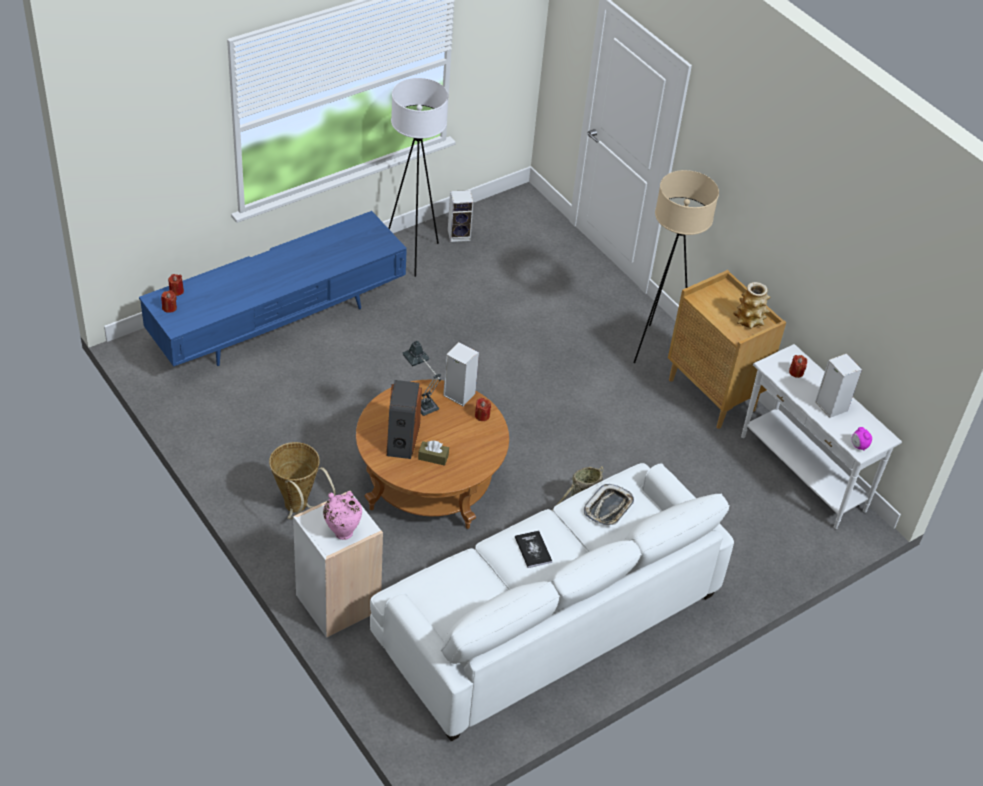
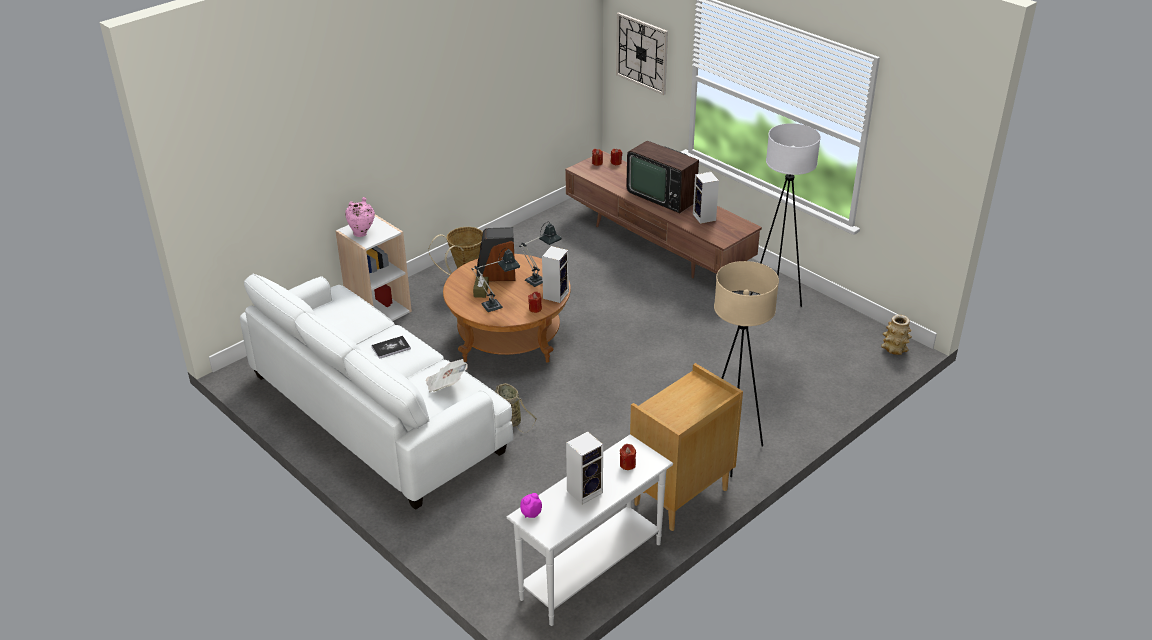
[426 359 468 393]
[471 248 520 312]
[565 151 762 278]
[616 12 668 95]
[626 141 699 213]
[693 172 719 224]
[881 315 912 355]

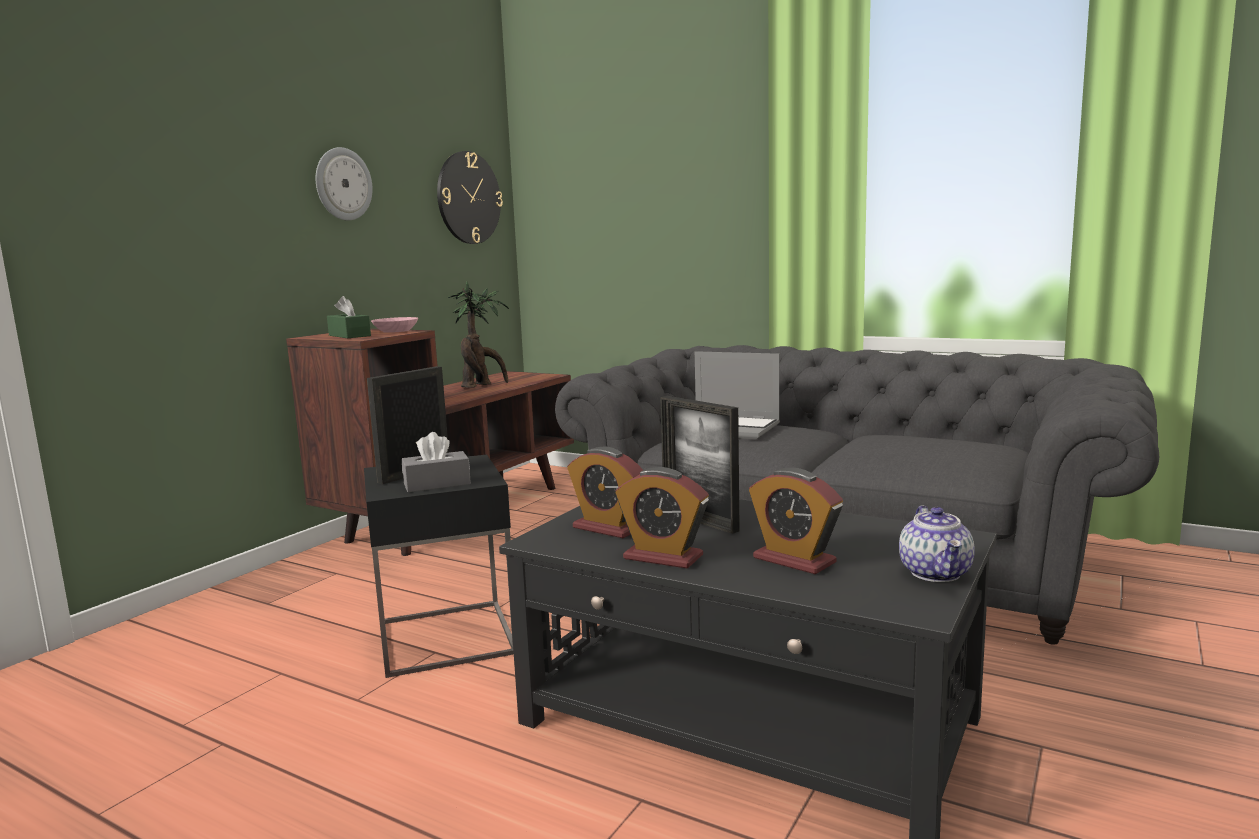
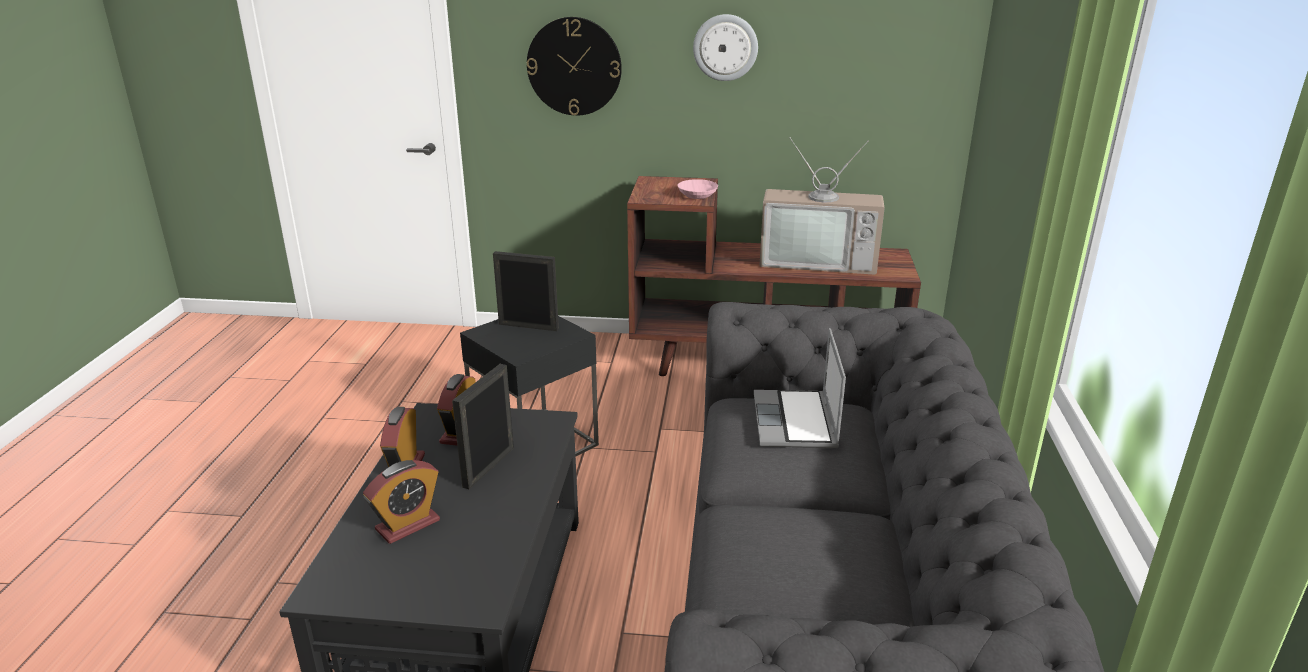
[363 460 440 544]
[527 17 622 116]
[759 137 885 274]
[327 296 371 338] (first image)
[402 432 471 492] (first image)
[899 506 975 582] (first image)

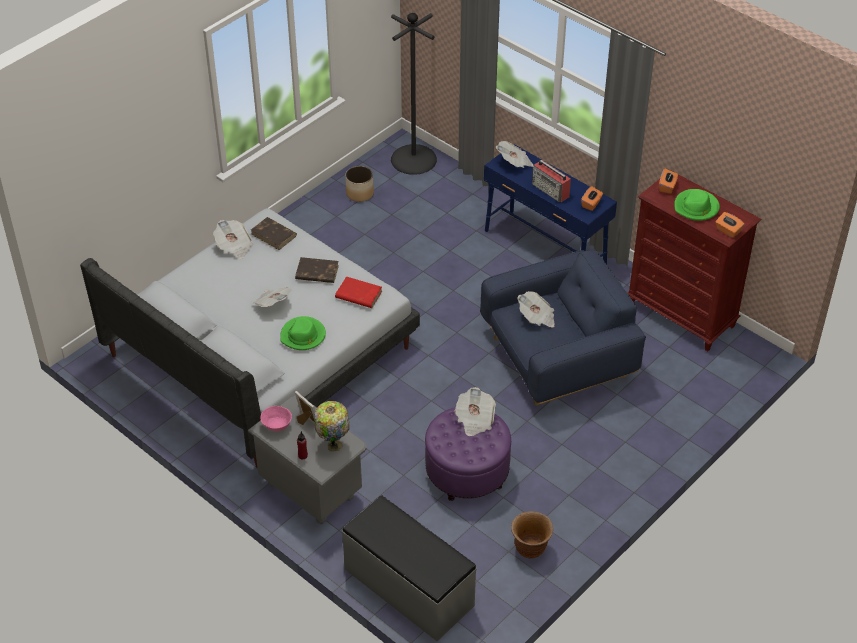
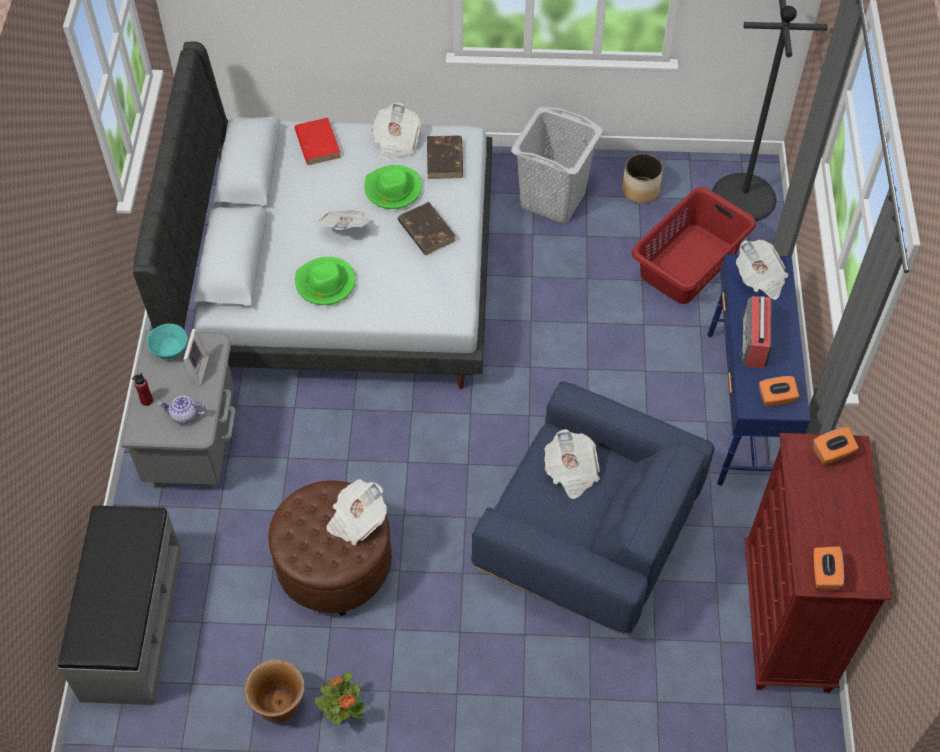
[147 323 188 359]
[158 396 207 424]
[268 480 392 616]
[294 118 341 165]
[315 672 365 724]
[365 165 422 209]
[511 107 603 223]
[631 187 756 304]

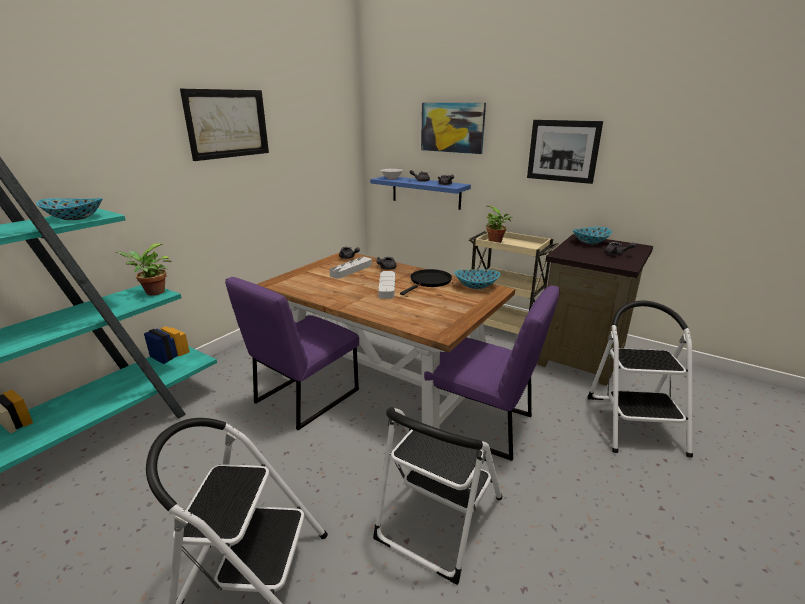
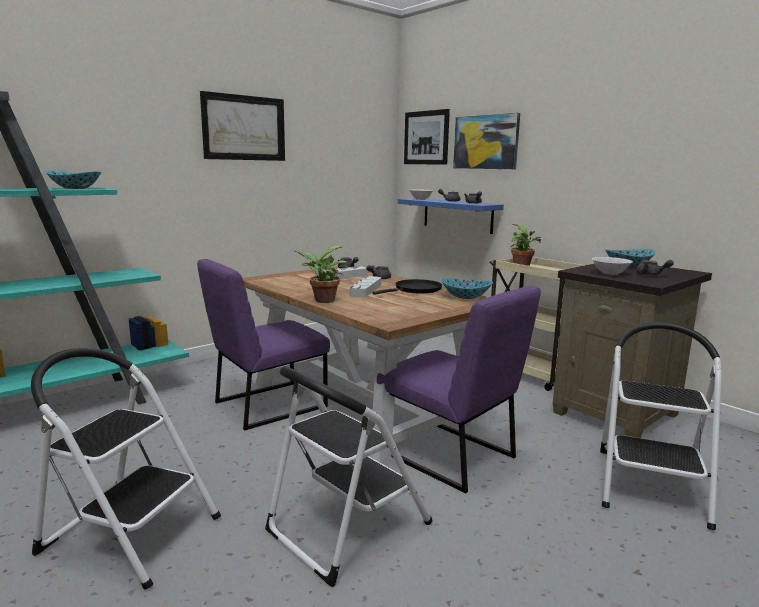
[294 246 348 303]
[404 109 450 165]
[592 257 633 275]

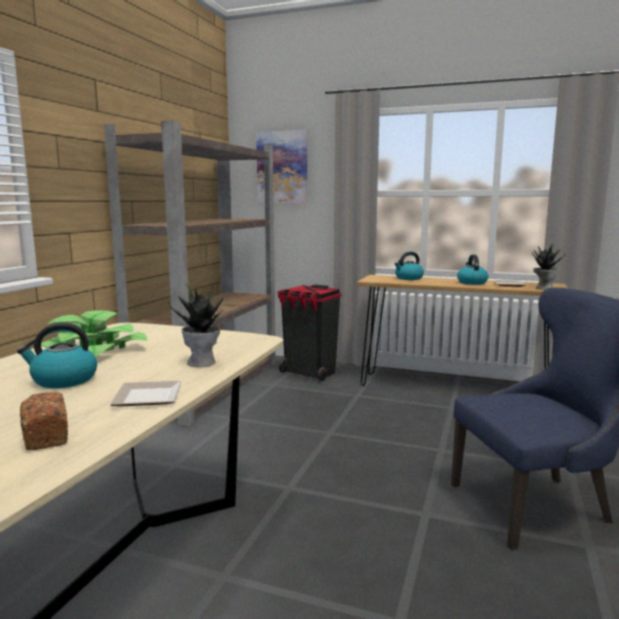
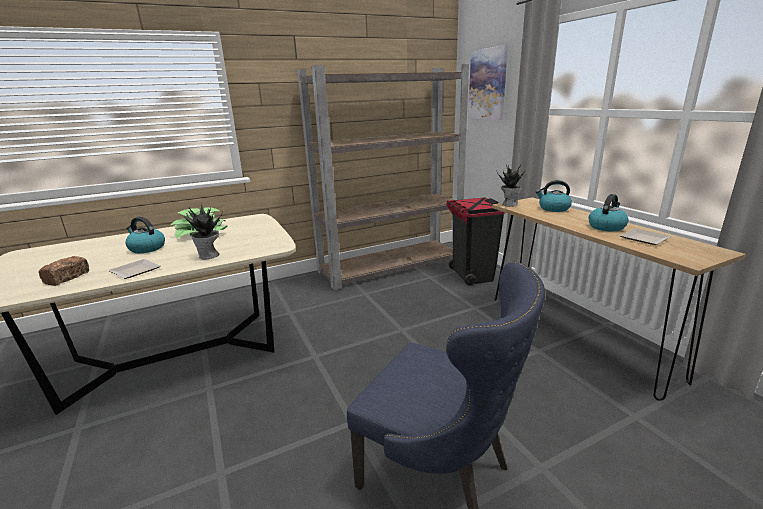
[496 164 525 207]

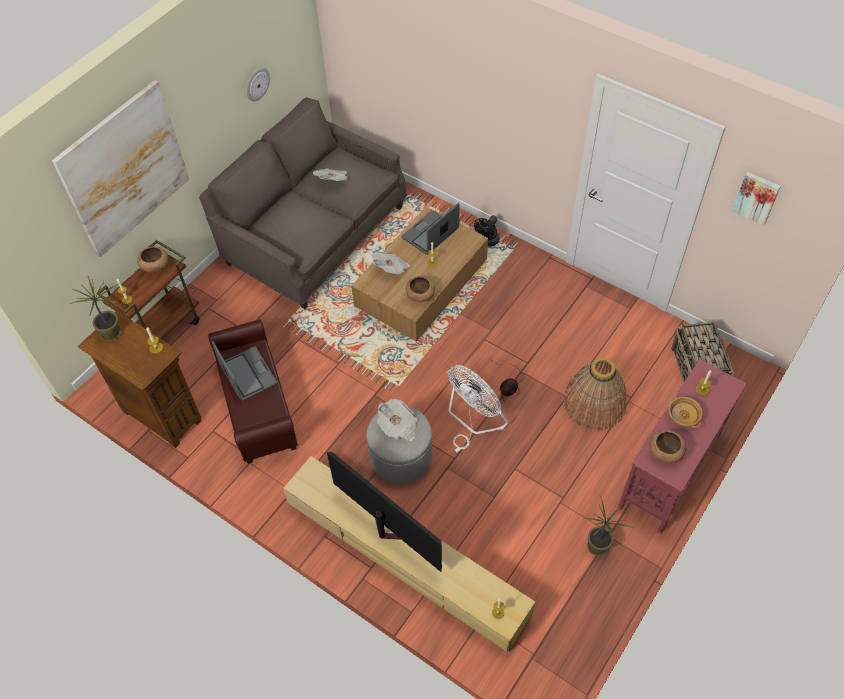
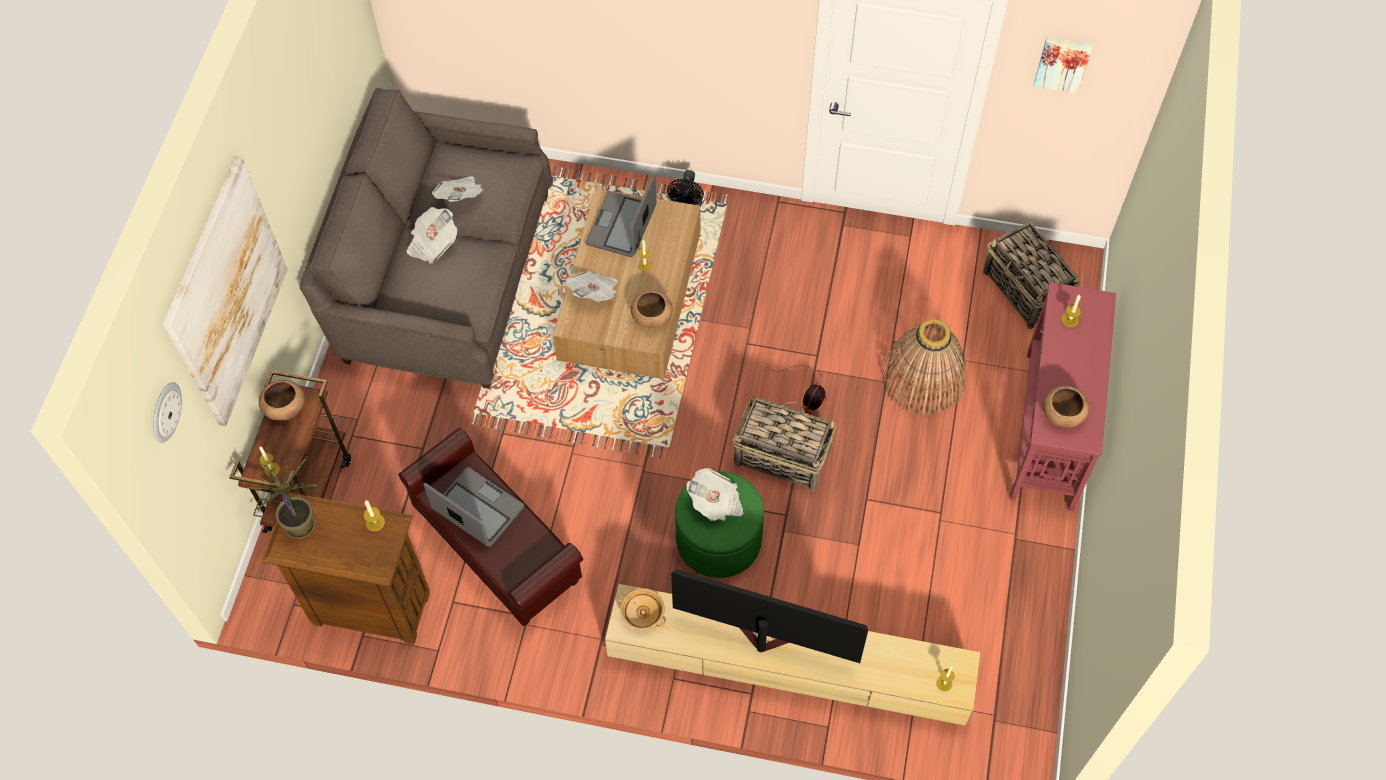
[153 382 182 443]
[407 207 457 264]
[619 588 666 630]
[675 471 764 578]
[733 394 837 492]
[584 495 634 556] (first image)

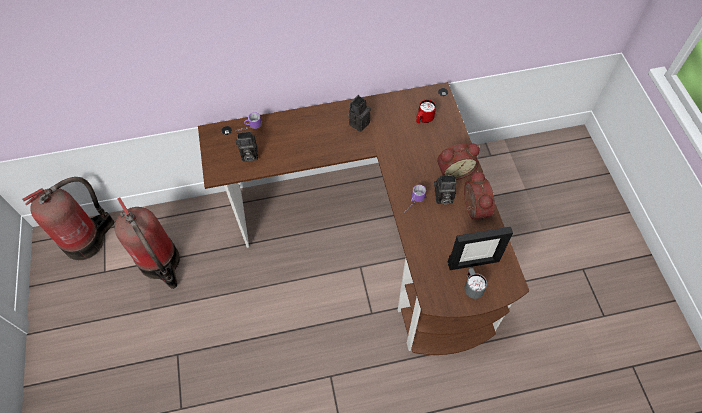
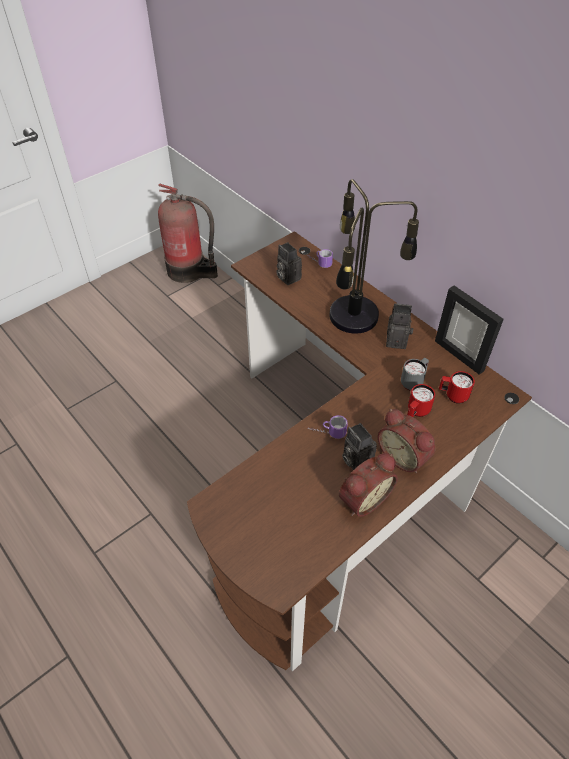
[329 179 419 333]
[401 358 429 391]
[407 384 435 417]
[435 286 504 375]
[114 197 180 289] (first image)

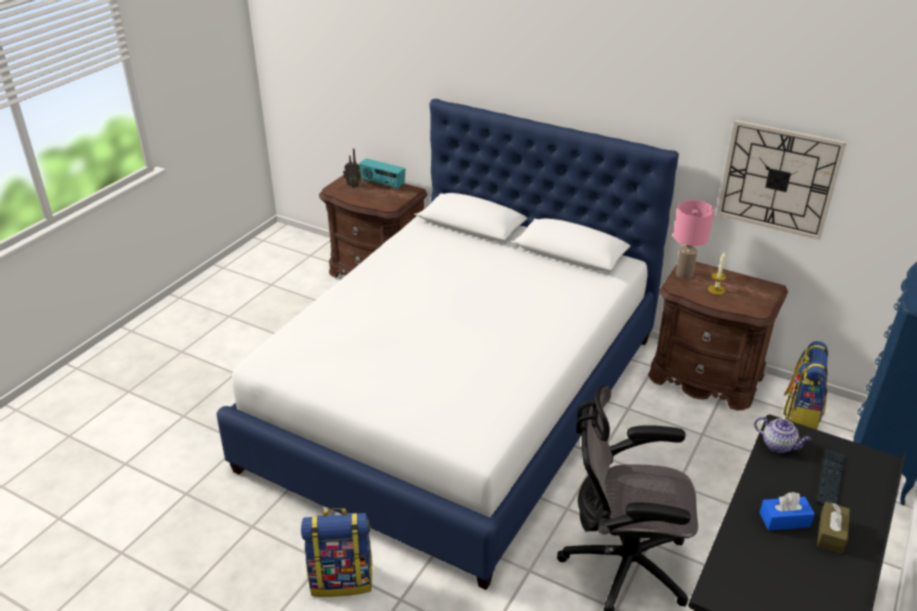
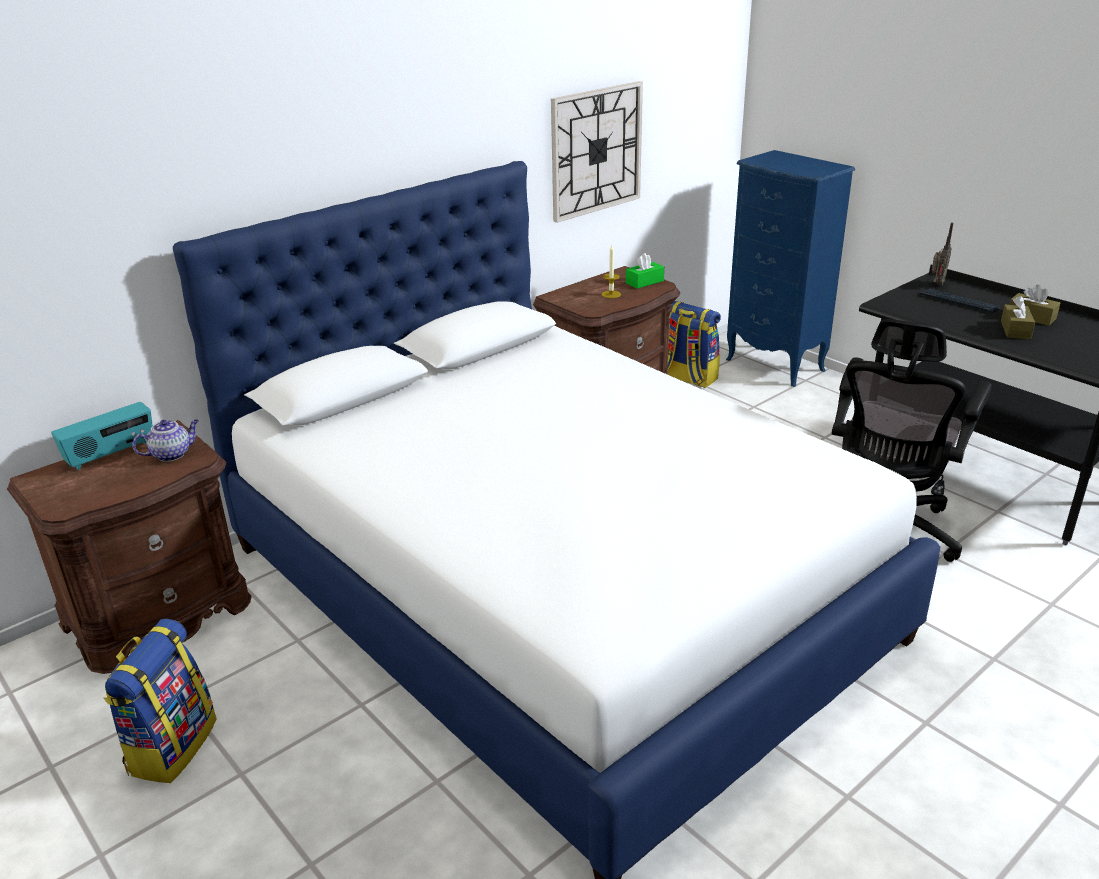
[104 619 216 783]
[132 419 199 462]
[626 253 664 289]
[932 223 953 286]
[1001 296 1035 339]
[673 200 714 279] (first image)

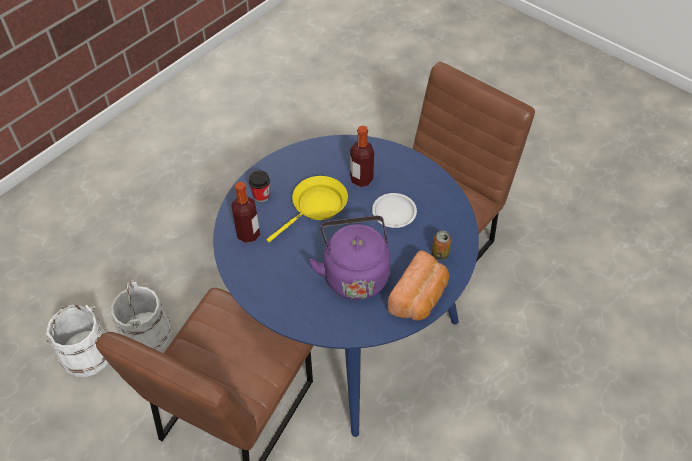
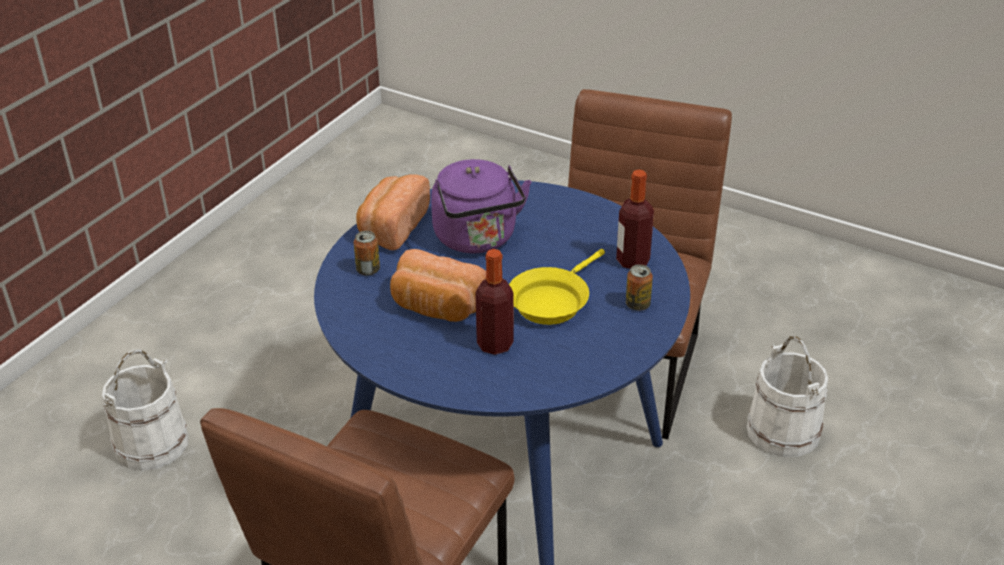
[102 350 188 471]
[390 249 486 322]
[626 264 653 311]

